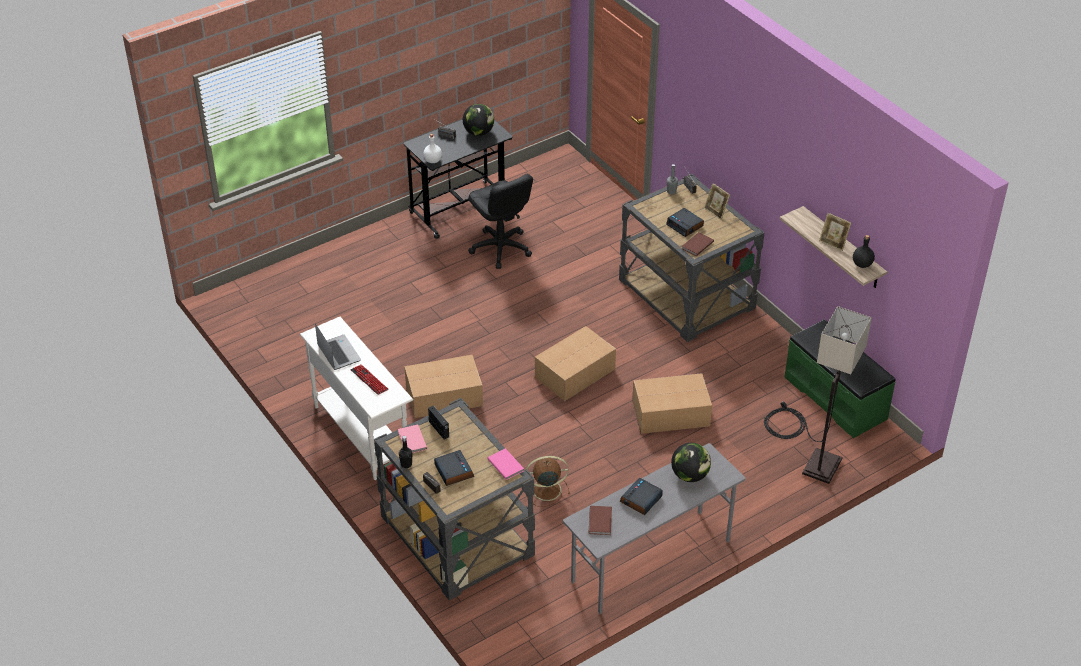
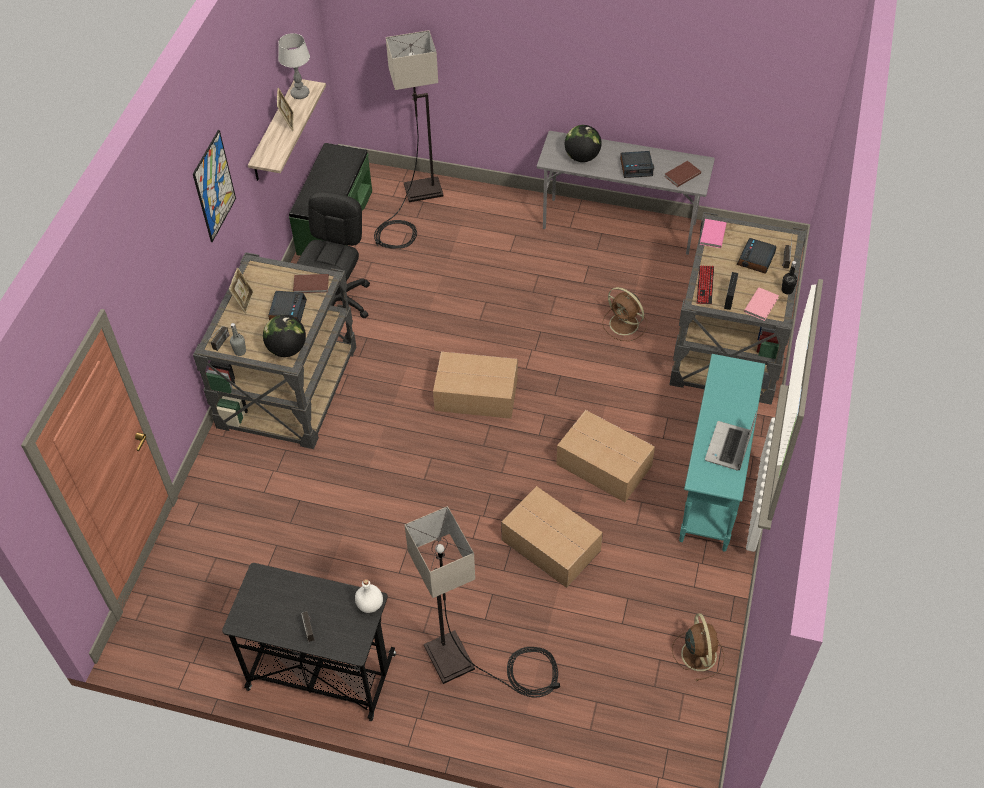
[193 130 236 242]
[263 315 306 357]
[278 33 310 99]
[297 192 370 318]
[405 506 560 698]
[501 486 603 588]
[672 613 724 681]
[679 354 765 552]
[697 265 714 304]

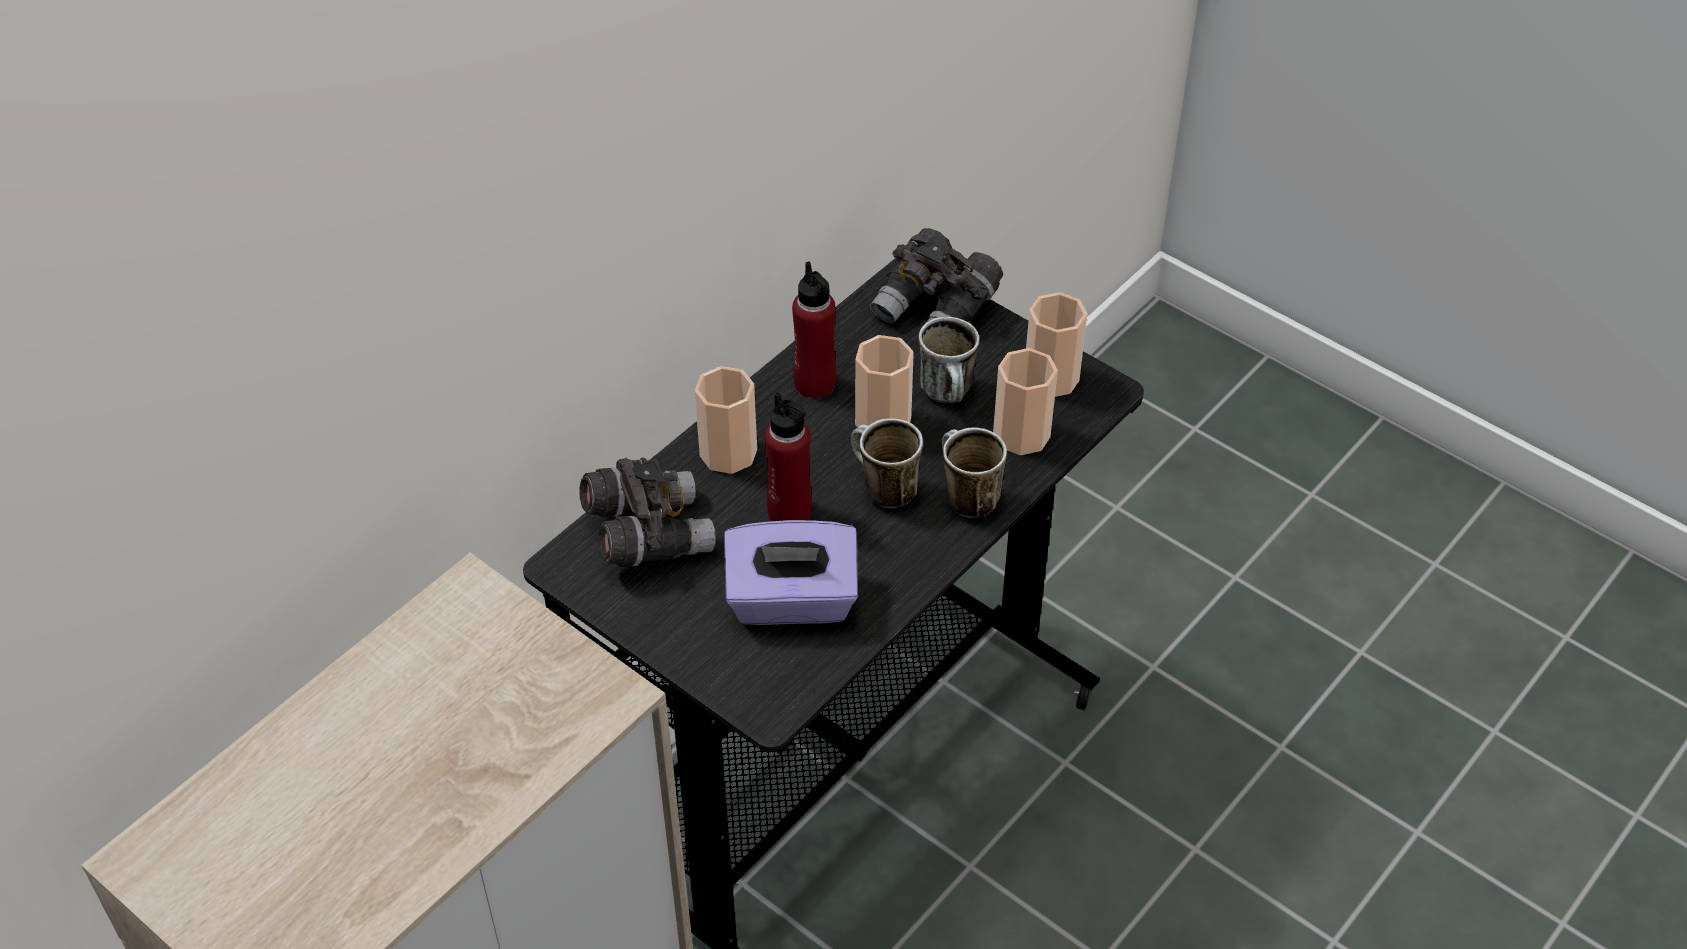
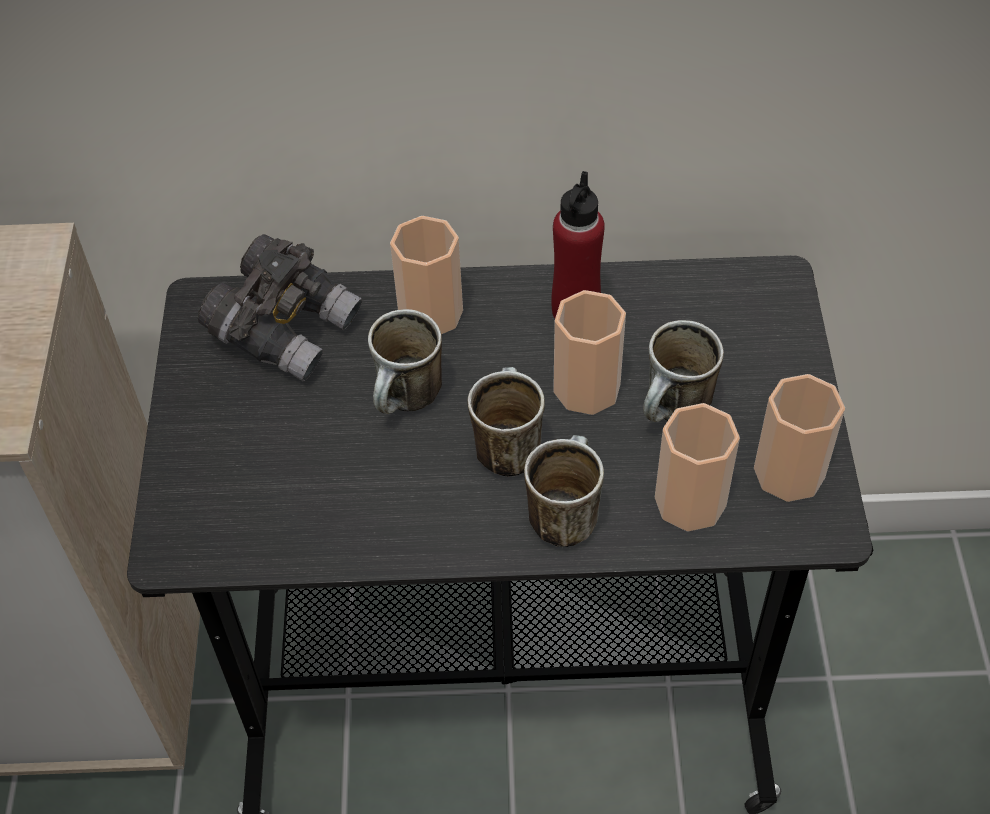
[368 309 442 414]
[724 520 858 625] (first image)
[870 228 1003 324] (first image)

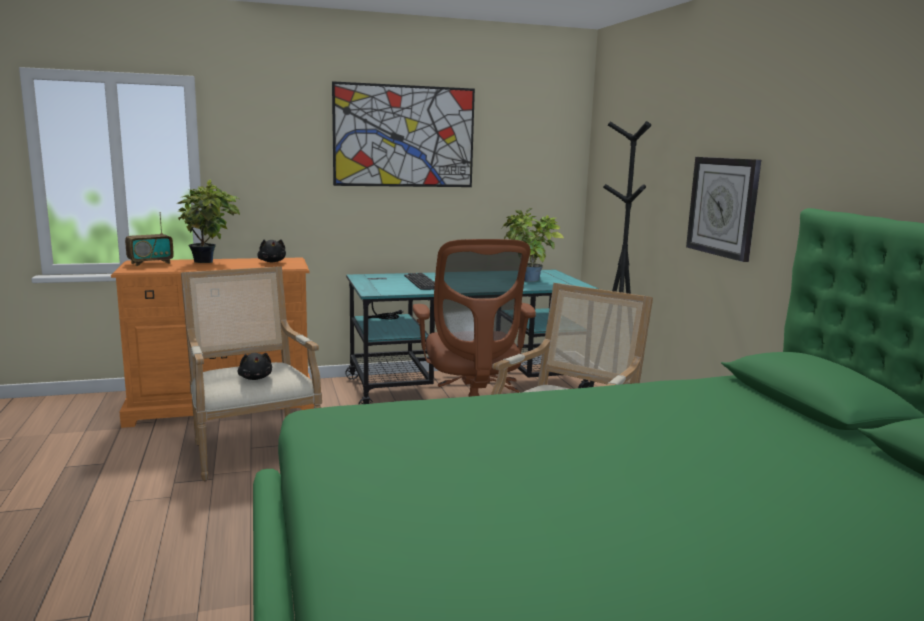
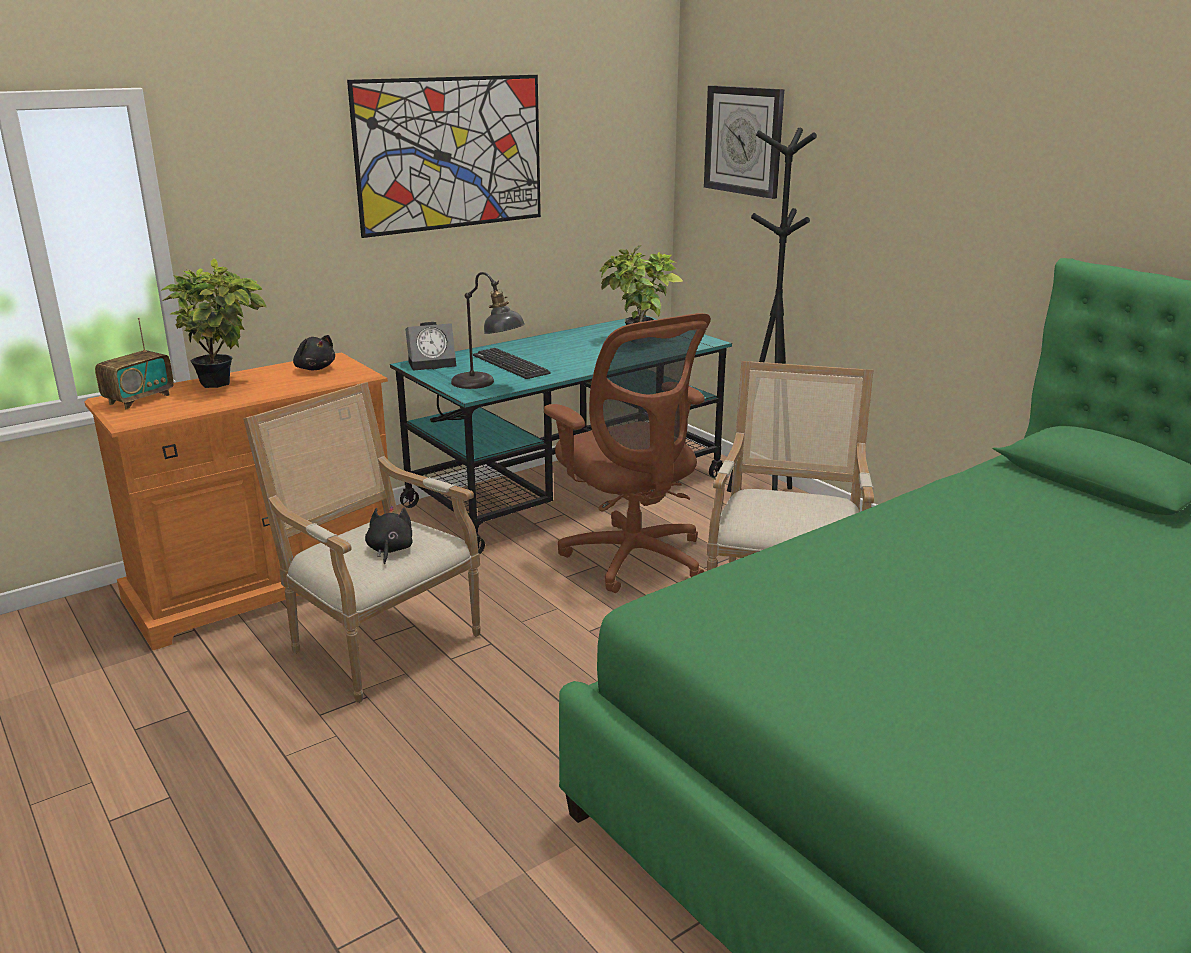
[365 506 413 564]
[405 322 456 371]
[451 272 525 389]
[704 85 784 199]

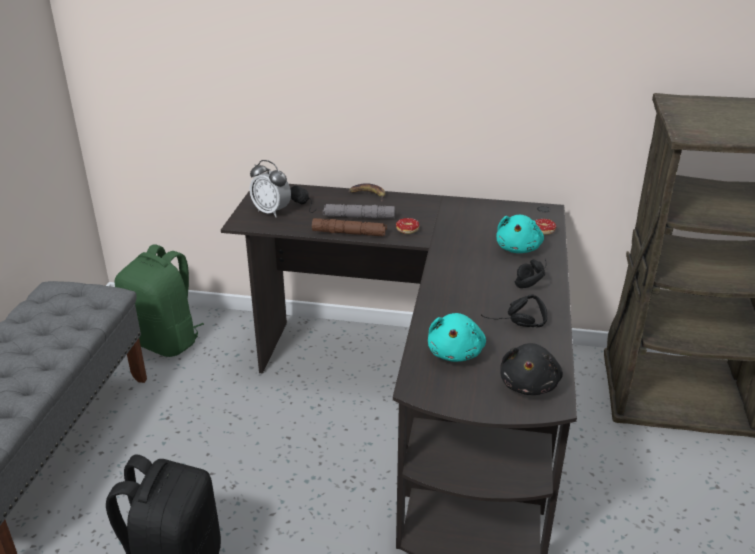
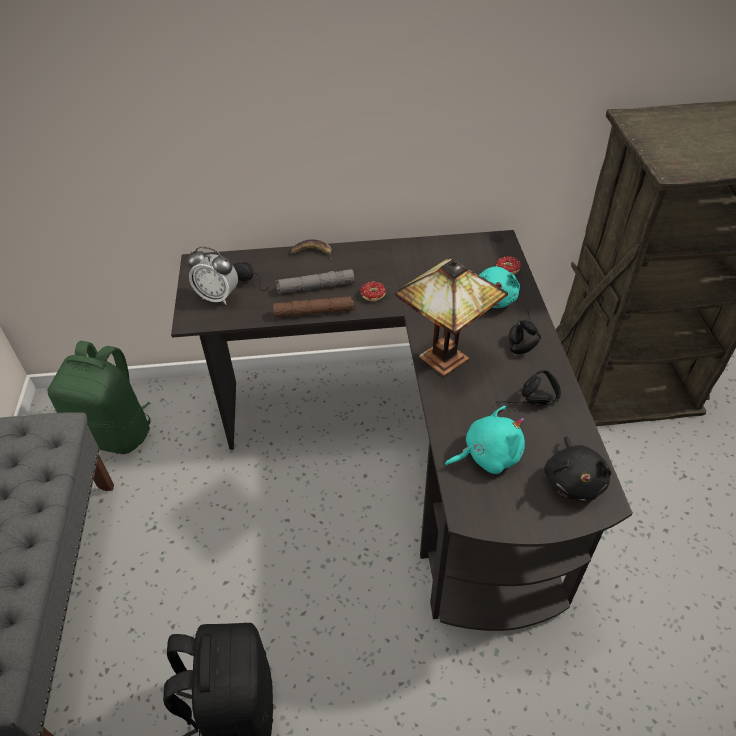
[395 258 508 377]
[445 406 525 474]

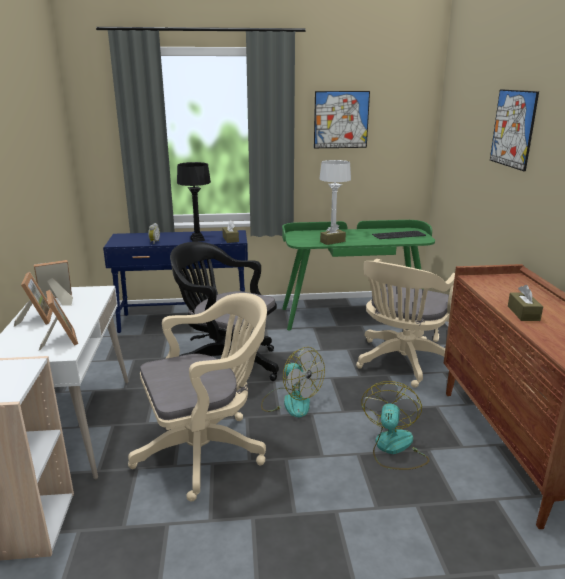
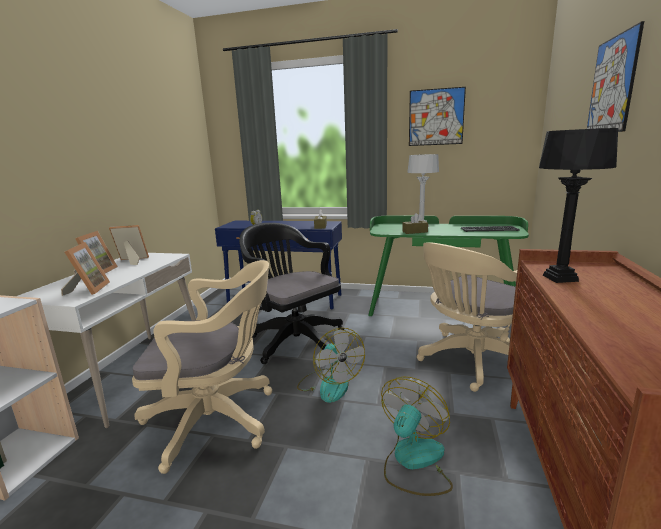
[539 128 618 283]
[508 285 543 321] (first image)

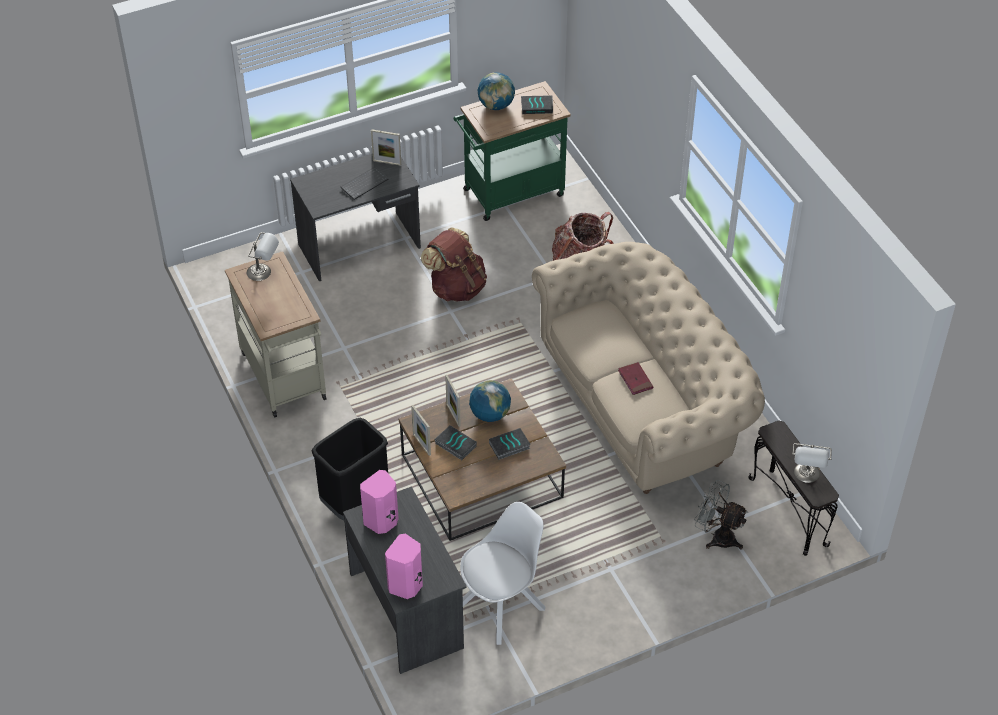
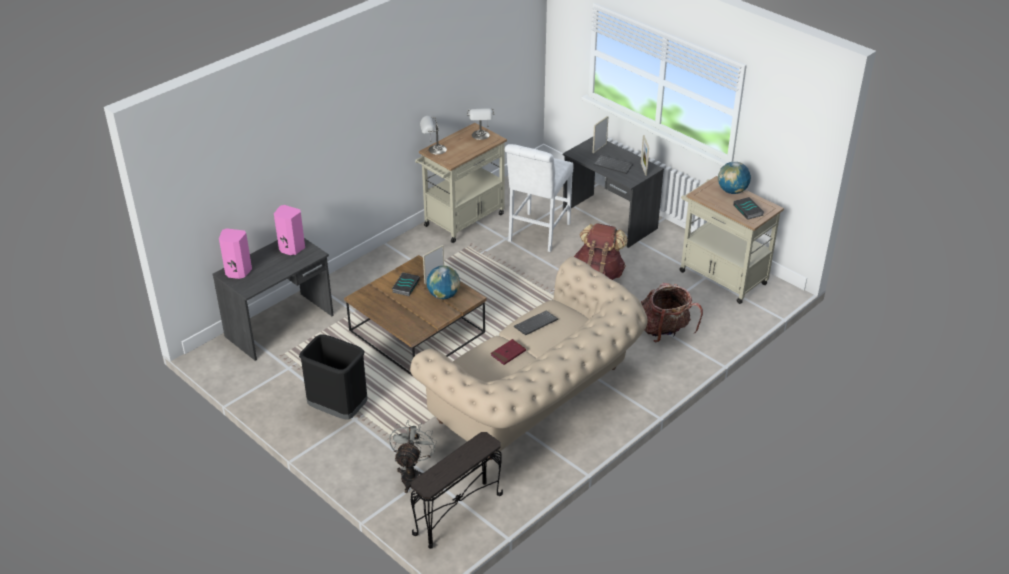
[299 334 368 420]
[420 116 447 155]
[505 144 574 252]
[514 310 558 335]
[593 116 609 153]
[679 176 784 304]
[460 502 545 645] (first image)
[489 428 531 460] (first image)

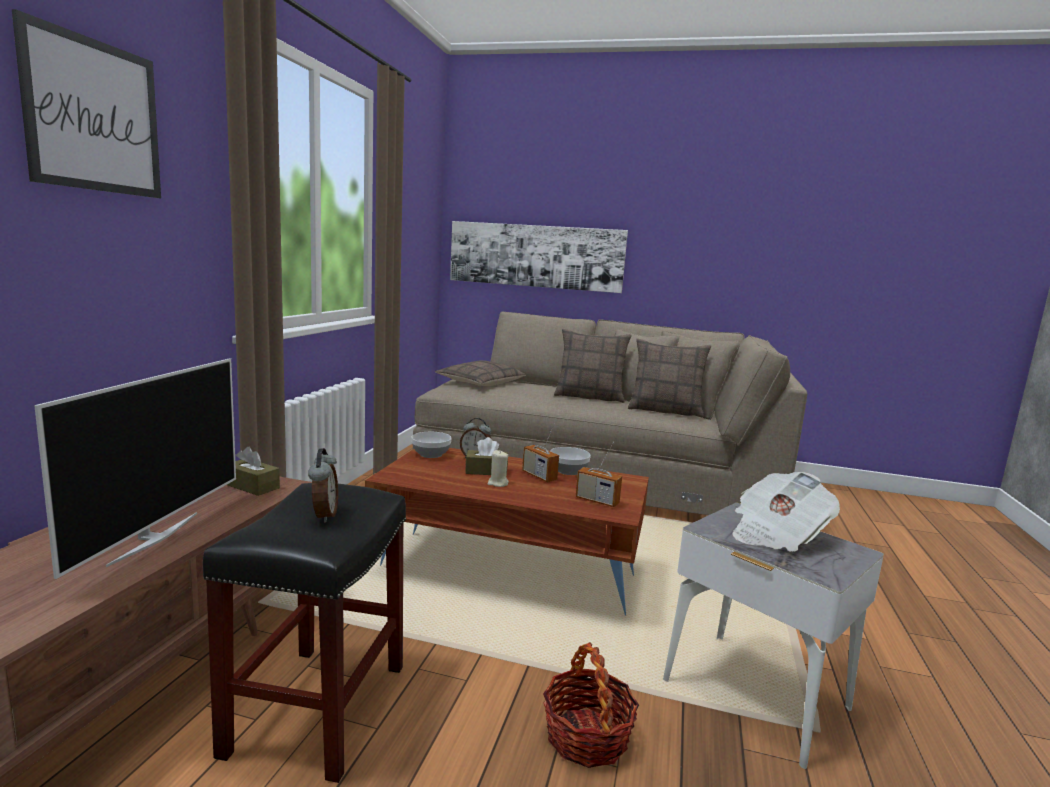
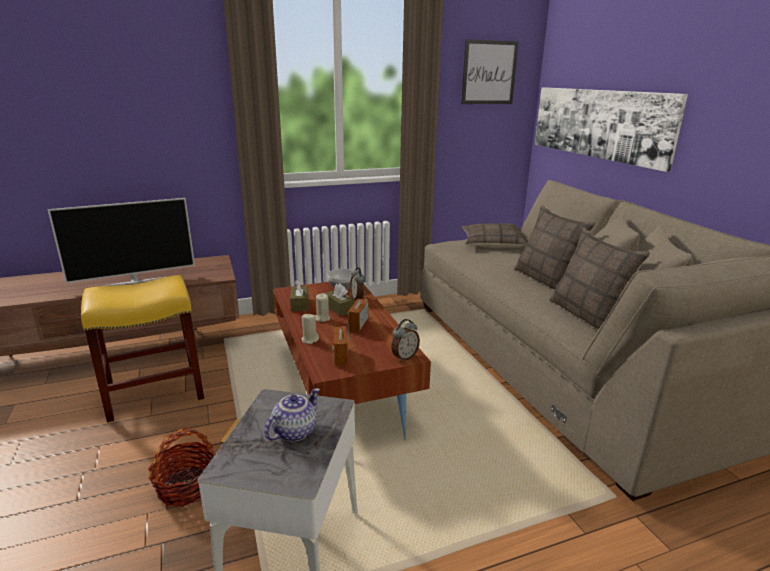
[81 275 204 423]
[264 388 320 442]
[290 280 309 311]
[302 314 319 344]
[391 319 420 362]
[461 39 519 104]
[550 447 591 475] (first image)

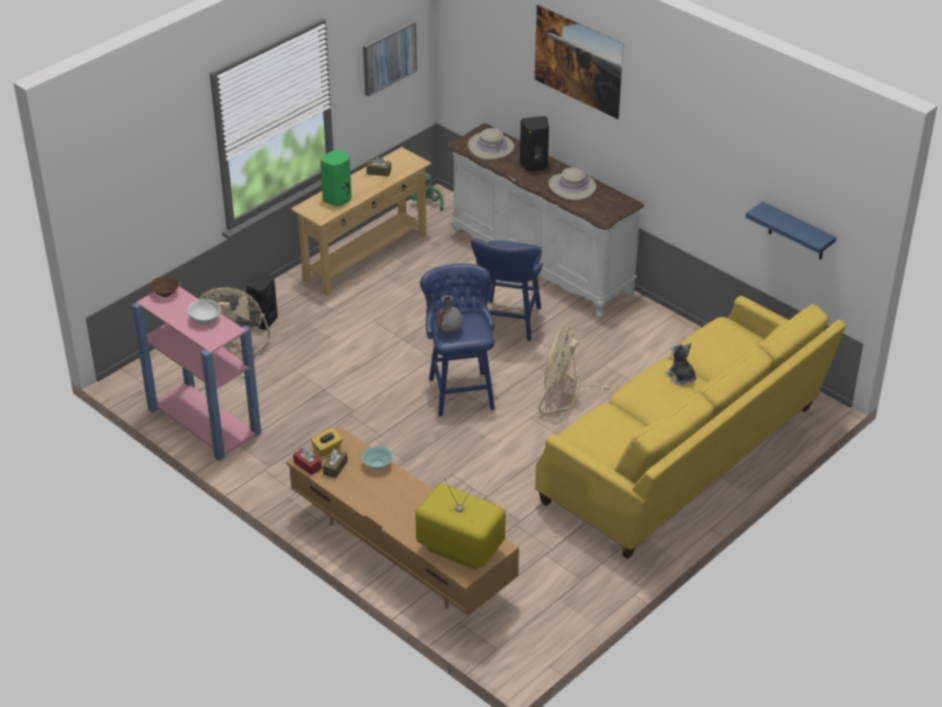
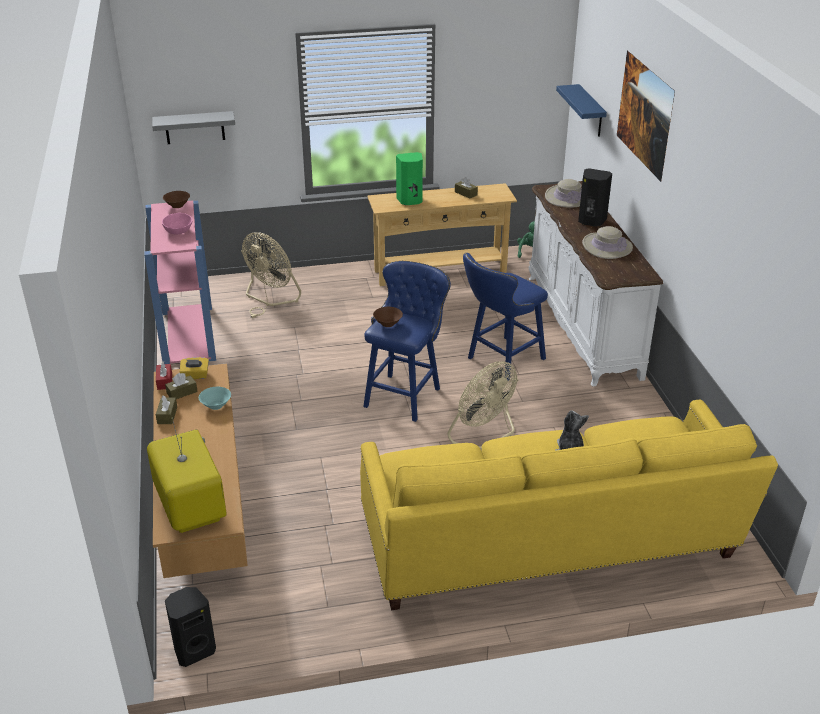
[152 111 235 144]
[156 396 177 424]
[162 213 192 234]
[165 587 216 667]
[373 307 403 327]
[556 84 607 137]
[363 21 417 96] (first image)

